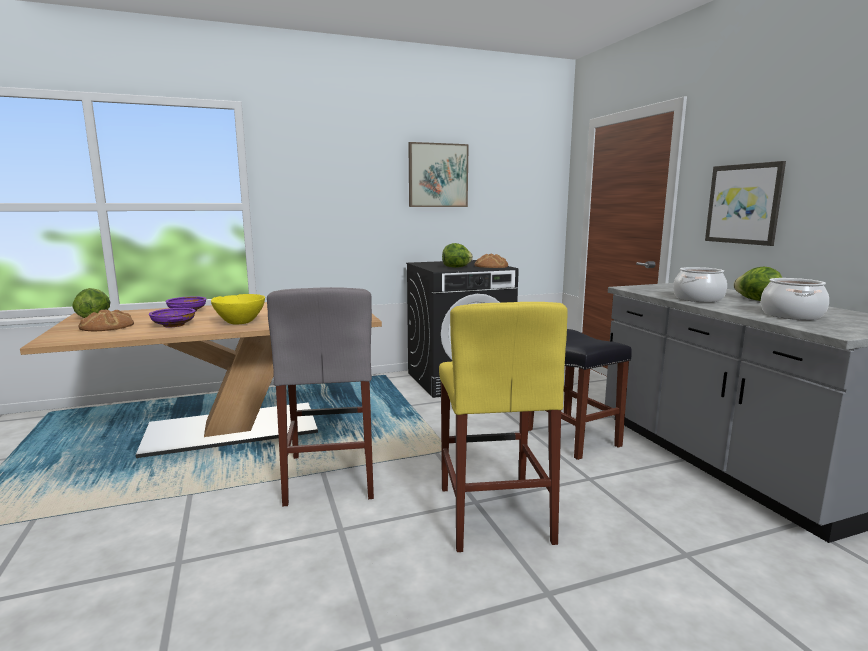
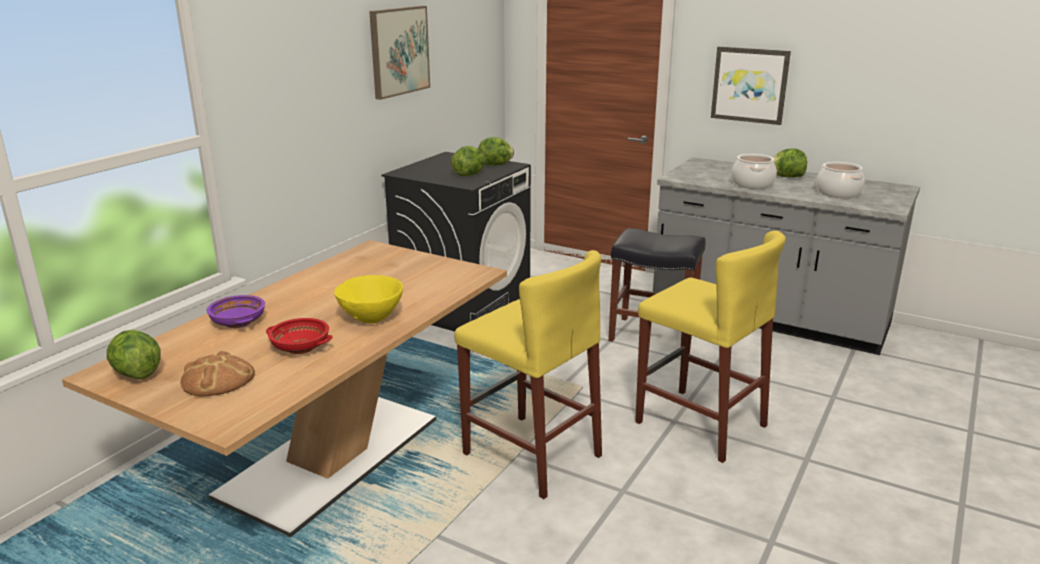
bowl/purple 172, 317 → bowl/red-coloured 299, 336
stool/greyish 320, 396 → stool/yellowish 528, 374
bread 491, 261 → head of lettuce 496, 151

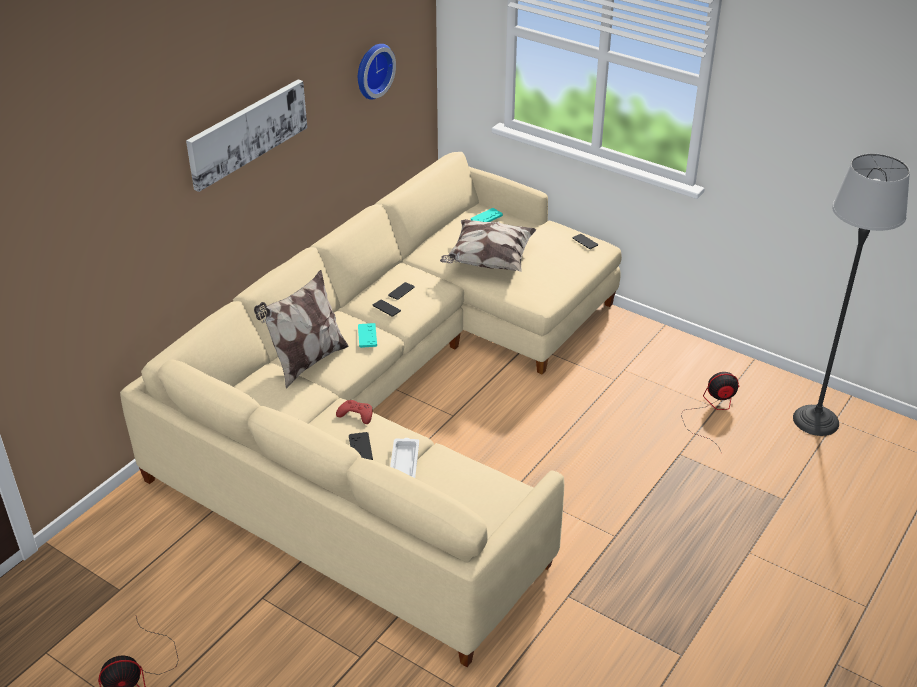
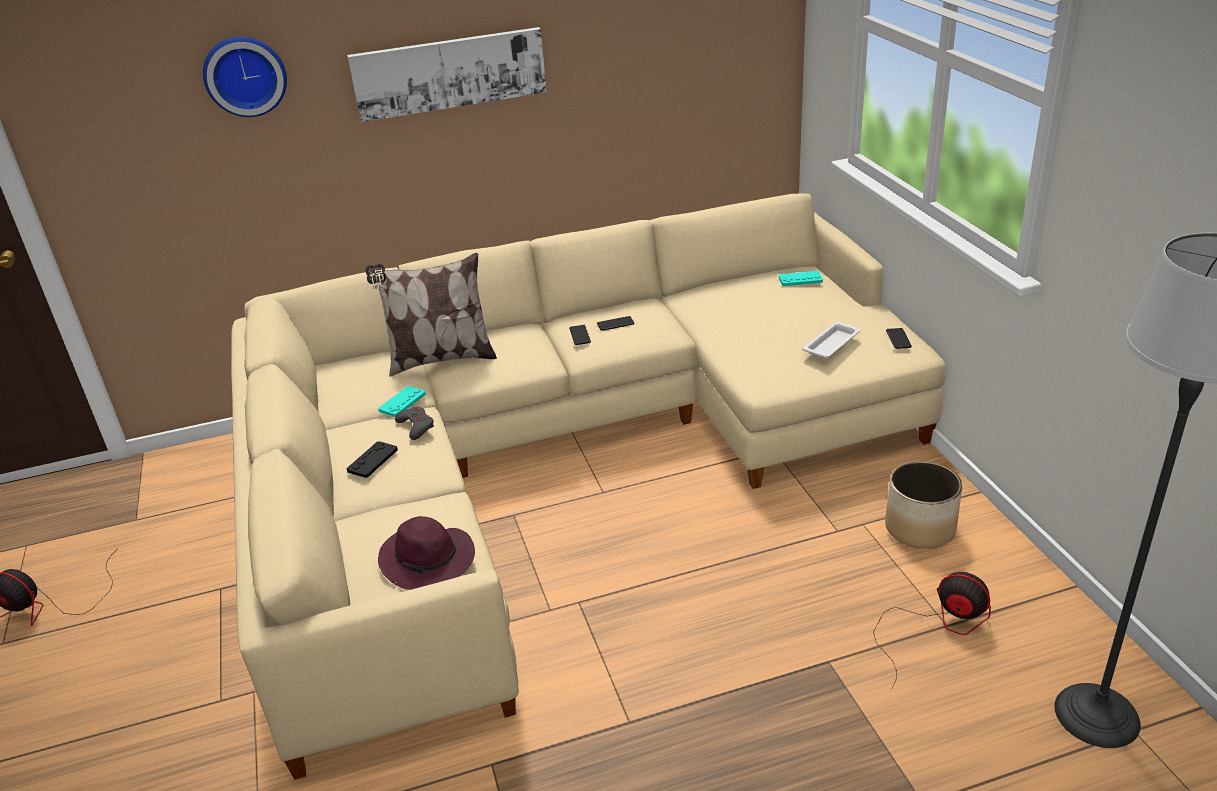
game controller/red-coloured 354, 412 → game controller/greyish 414, 423
wall clock 377, 72 → wall clock 245, 77, move
game controller/turquoise 367, 335 → game controller/turquoise 402, 401, move
carrying tray/white-coloured 404, 458 → carrying tray/white-coloured 831, 340, move
pillow 488, 245 → -
- → hat/purple 426, 553
- → plant pot 923, 505

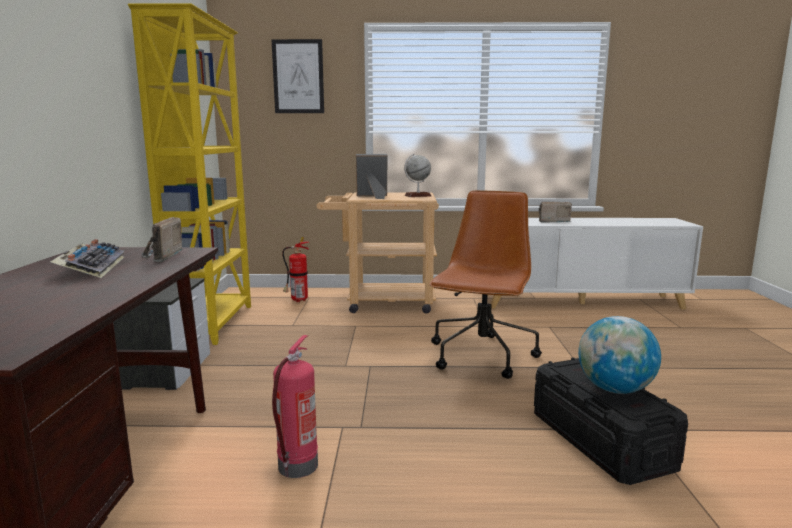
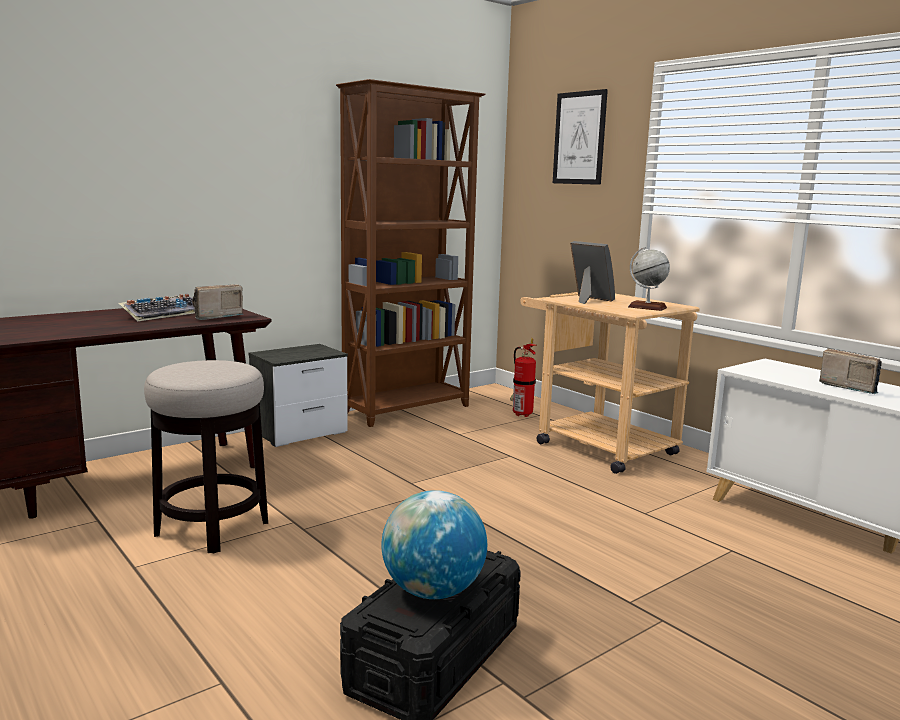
shelving unit/yellowish 189, 174 → shelving unit/brown-coloured 410, 253
fire-fighting cylinder 295, 406 → stool 206, 456
office chair/brown-coloured 485, 284 → -

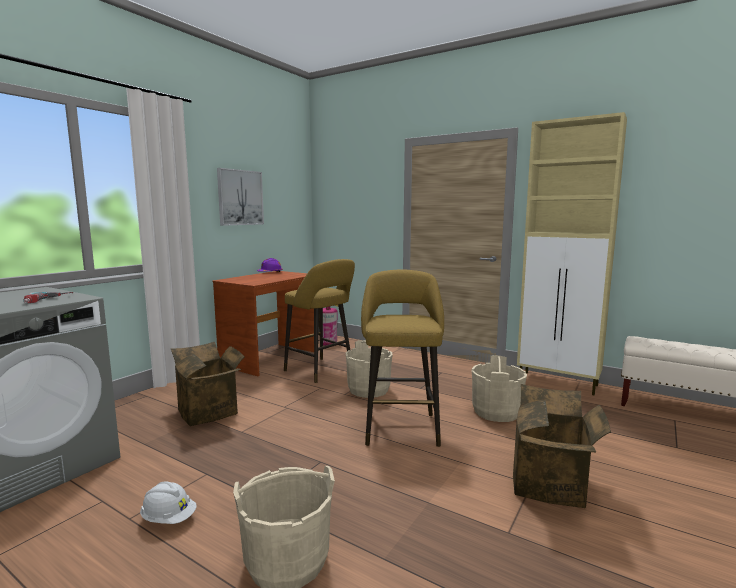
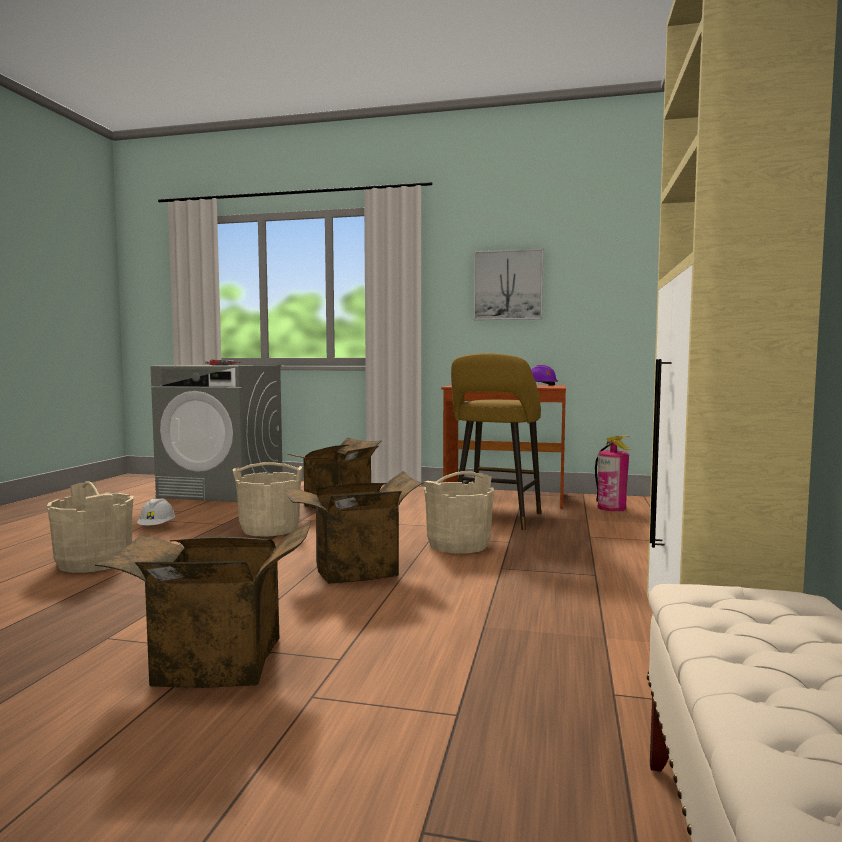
stool/yellowish 402, 358 → cardboard box 354, 527
pail/beige 499, 388 → pail/beige 268, 499, move

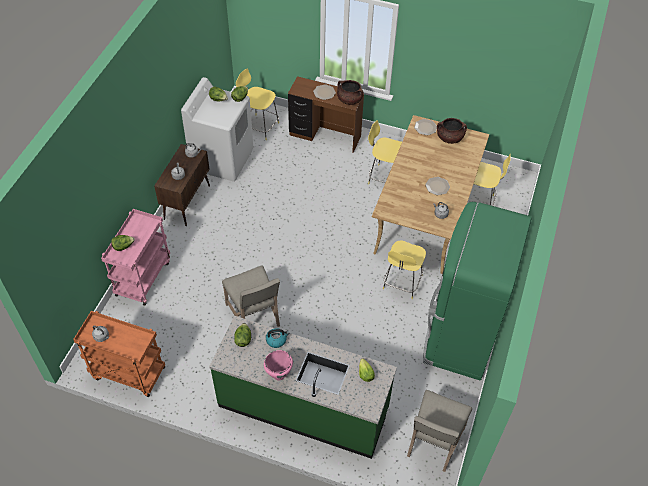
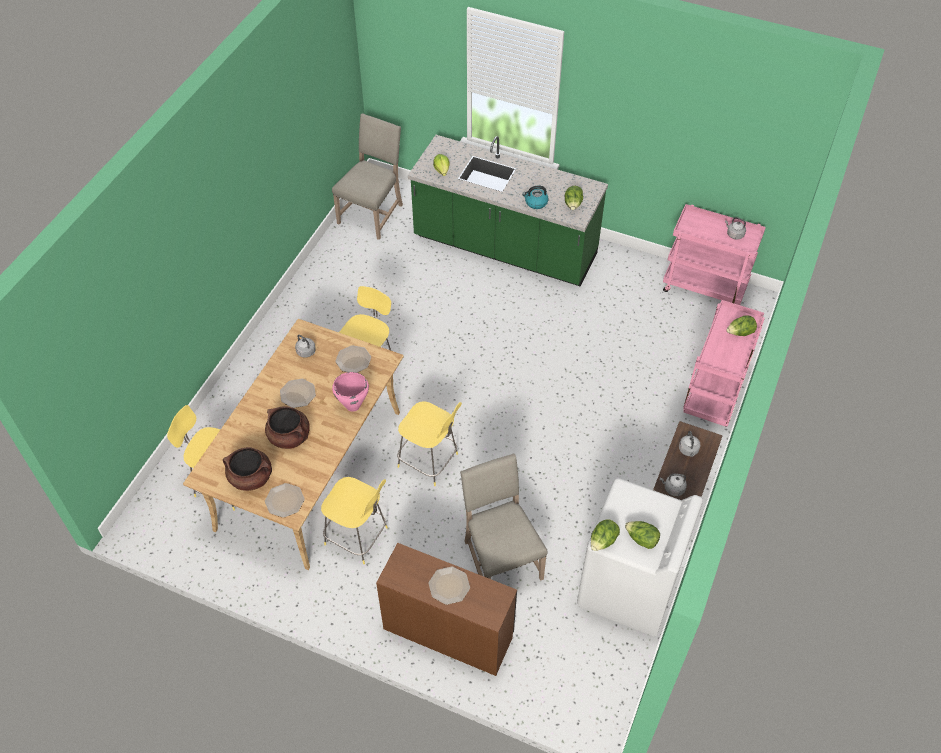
trolley/orange-coloured 119, 354 → trolley/pink 714, 254
chair/beige 251, 296 → chair/beige 504, 517, move
stool/yellowish 257, 104 → stool/yellowish 429, 443, move
cooking pot/pink 278, 365 → cooking pot/pink 350, 392, move
cooking pot/brown-coloured 350, 92 → cooking pot/brown-coloured 287, 427, move
refrigerator/green 477, 291 → -
- → flat dish 353, 359

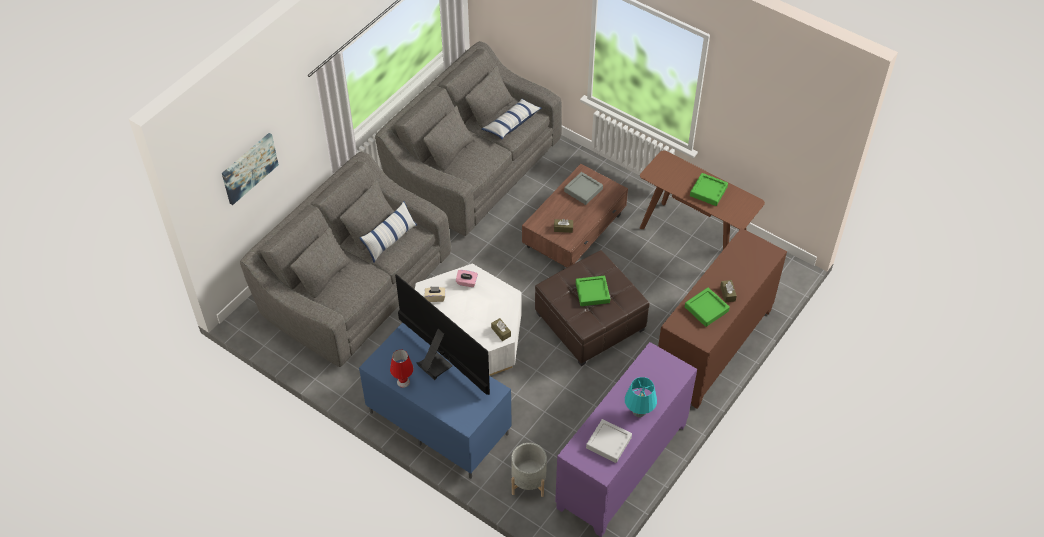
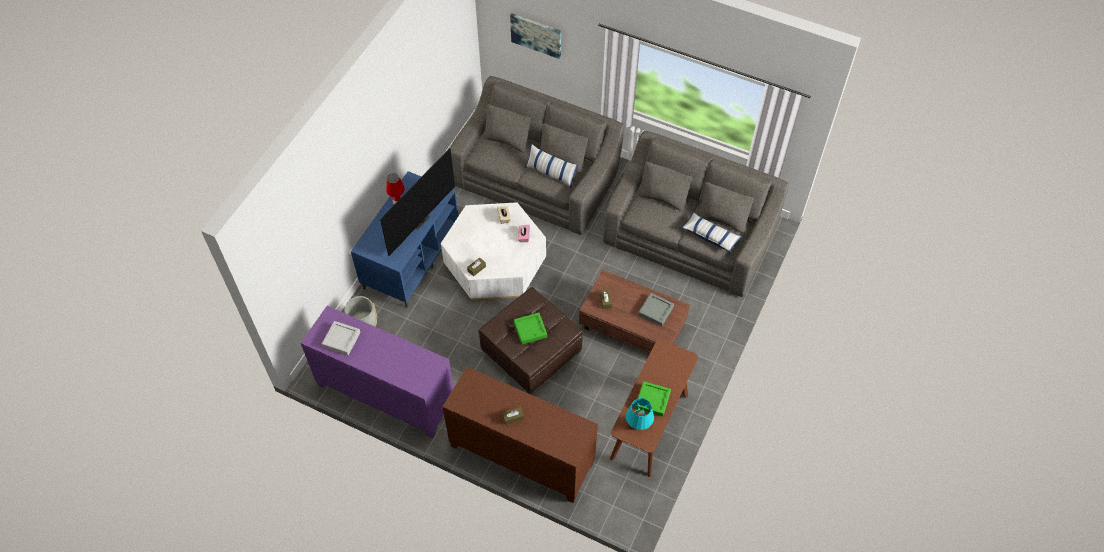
lamp for a table/turquoise 641, 397 → lamp for a table/turquoise 640, 414, move
carrying tray/green 707, 307 → -

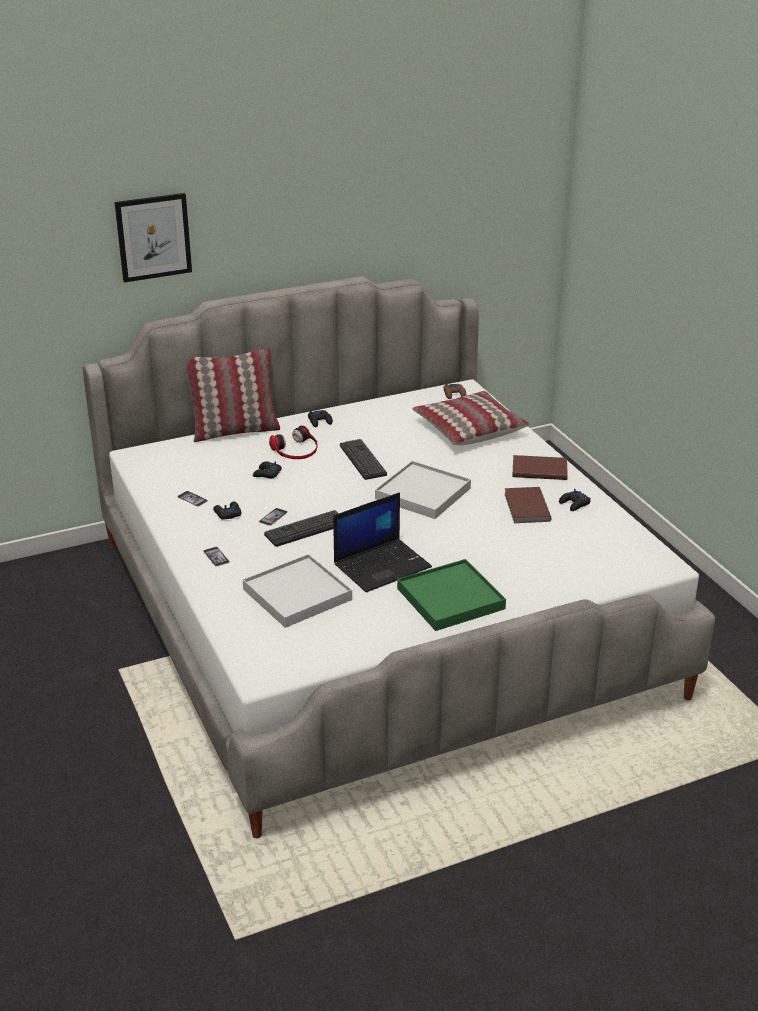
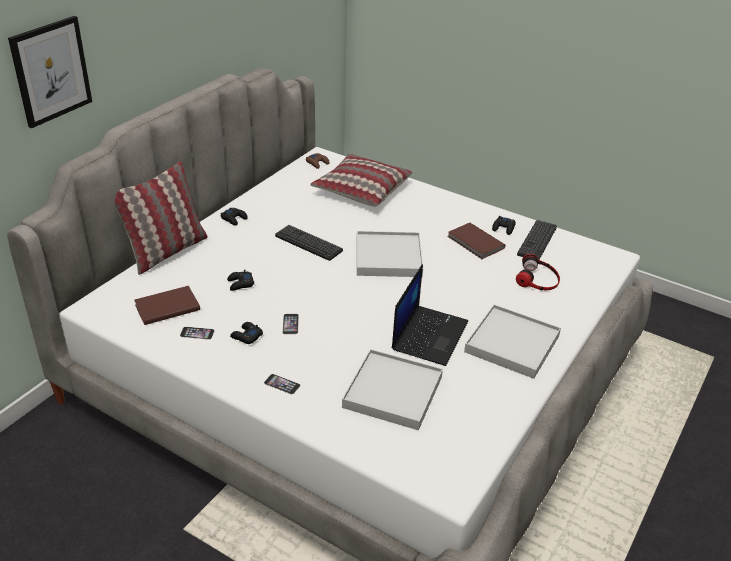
computer keyboard 301, 528 → computer keyboard 537, 240, move
headphones 293, 442 → headphones 538, 272, move
carrying tray/green 451, 595 → carrying tray/white-coloured 512, 342
bound book/brown-coloured 540, 467 → bound book/brown-coloured 167, 305, move

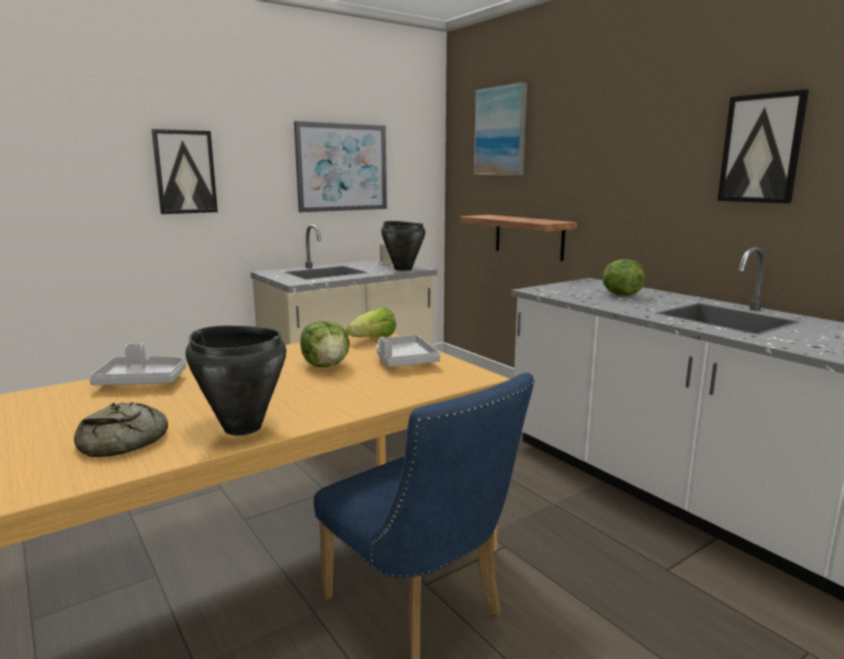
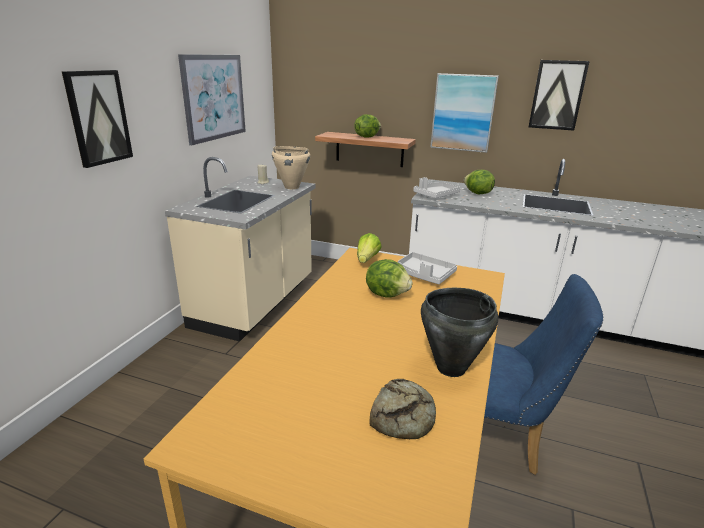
carrying tray/greyish 137, 364 → carrying tray/greyish 437, 187, move
cooking pot/black-coloured 403, 246 → cooking pot/beige 291, 167
wall picture 500, 128 → wall picture 464, 113, move
- → head of lettuce 367, 125

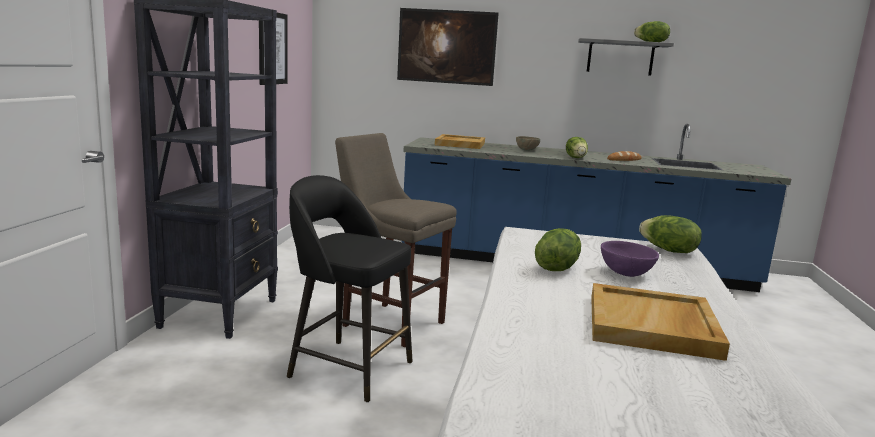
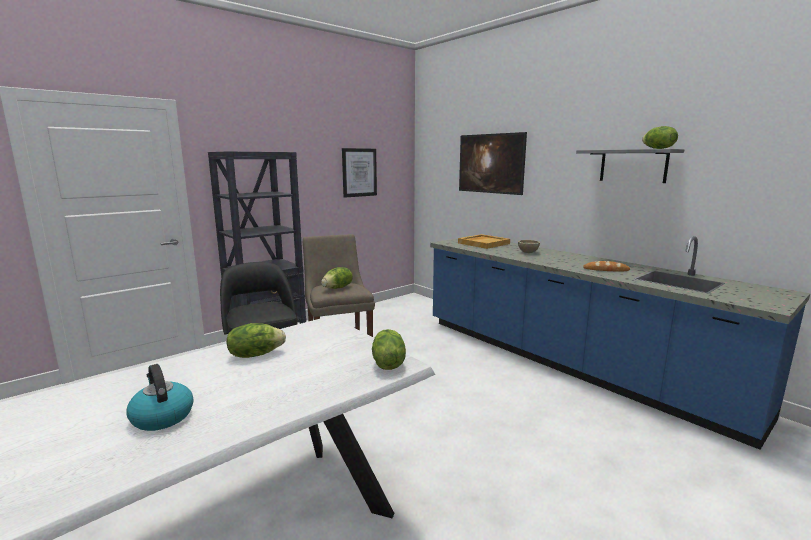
head of lettuce 577, 147 → head of lettuce 337, 278, move
carrying tray/beige 660, 322 → kettle 160, 397
bowl/purple 630, 259 → -

